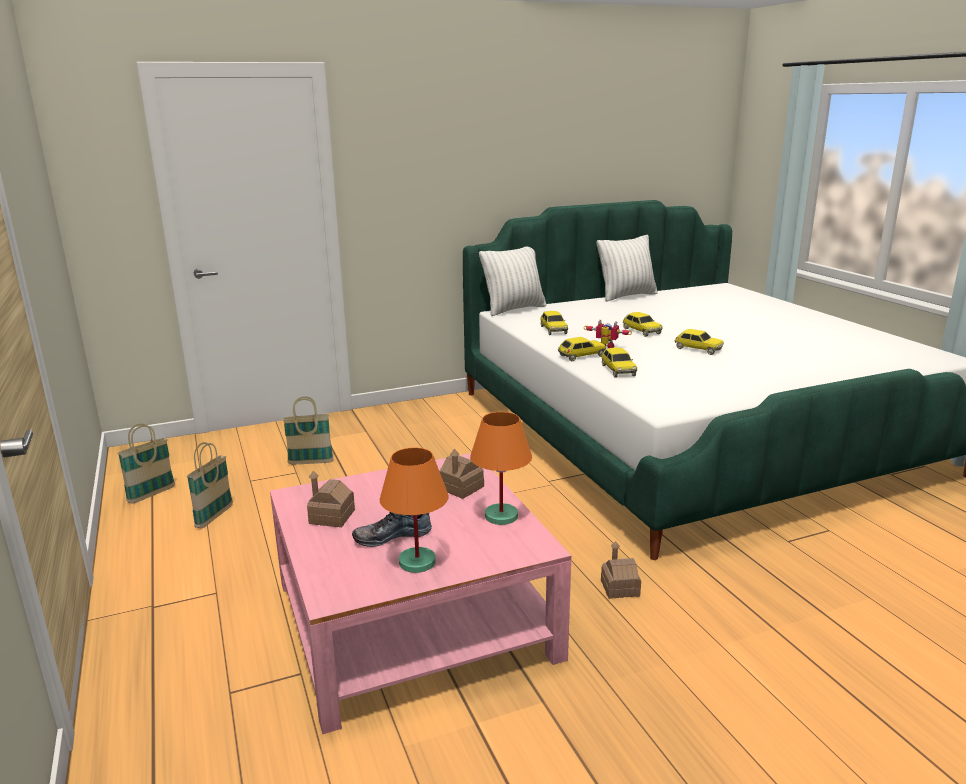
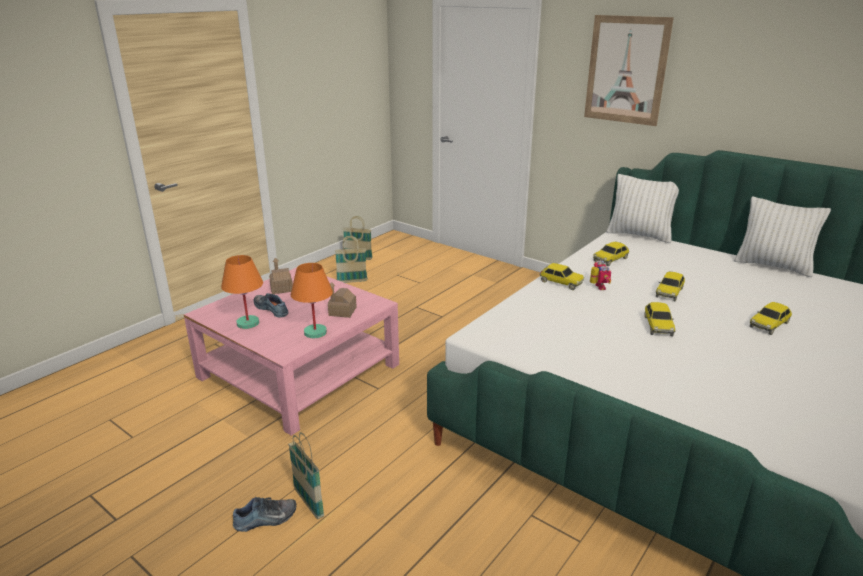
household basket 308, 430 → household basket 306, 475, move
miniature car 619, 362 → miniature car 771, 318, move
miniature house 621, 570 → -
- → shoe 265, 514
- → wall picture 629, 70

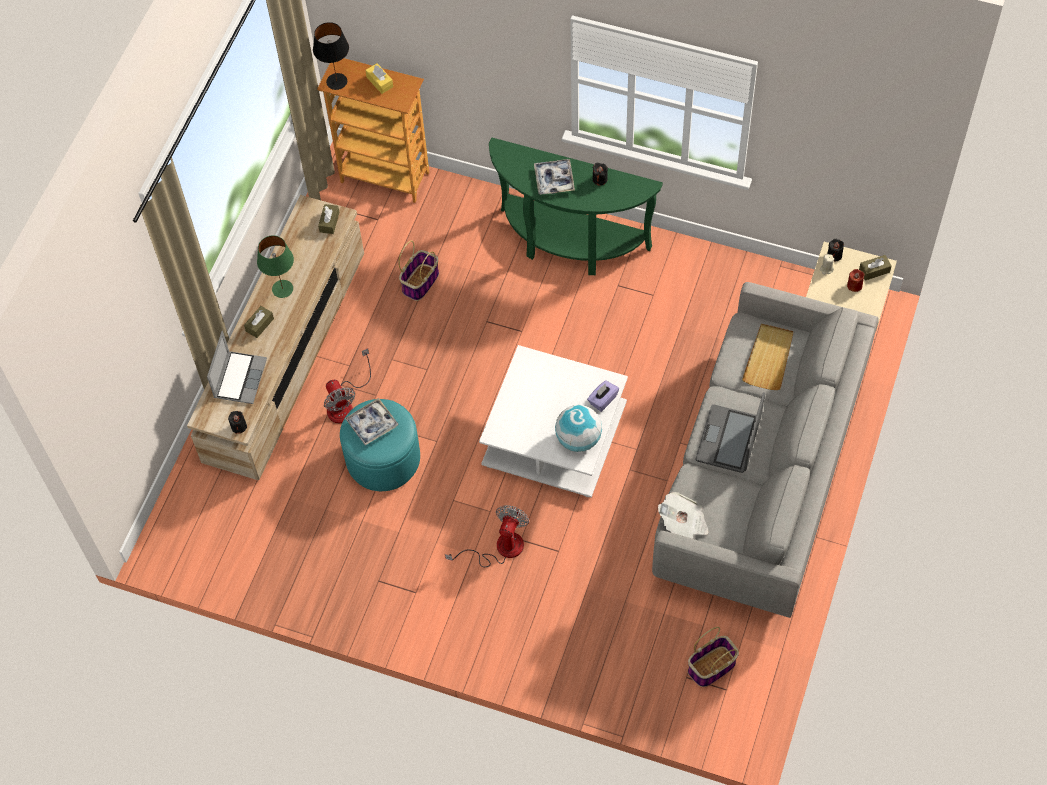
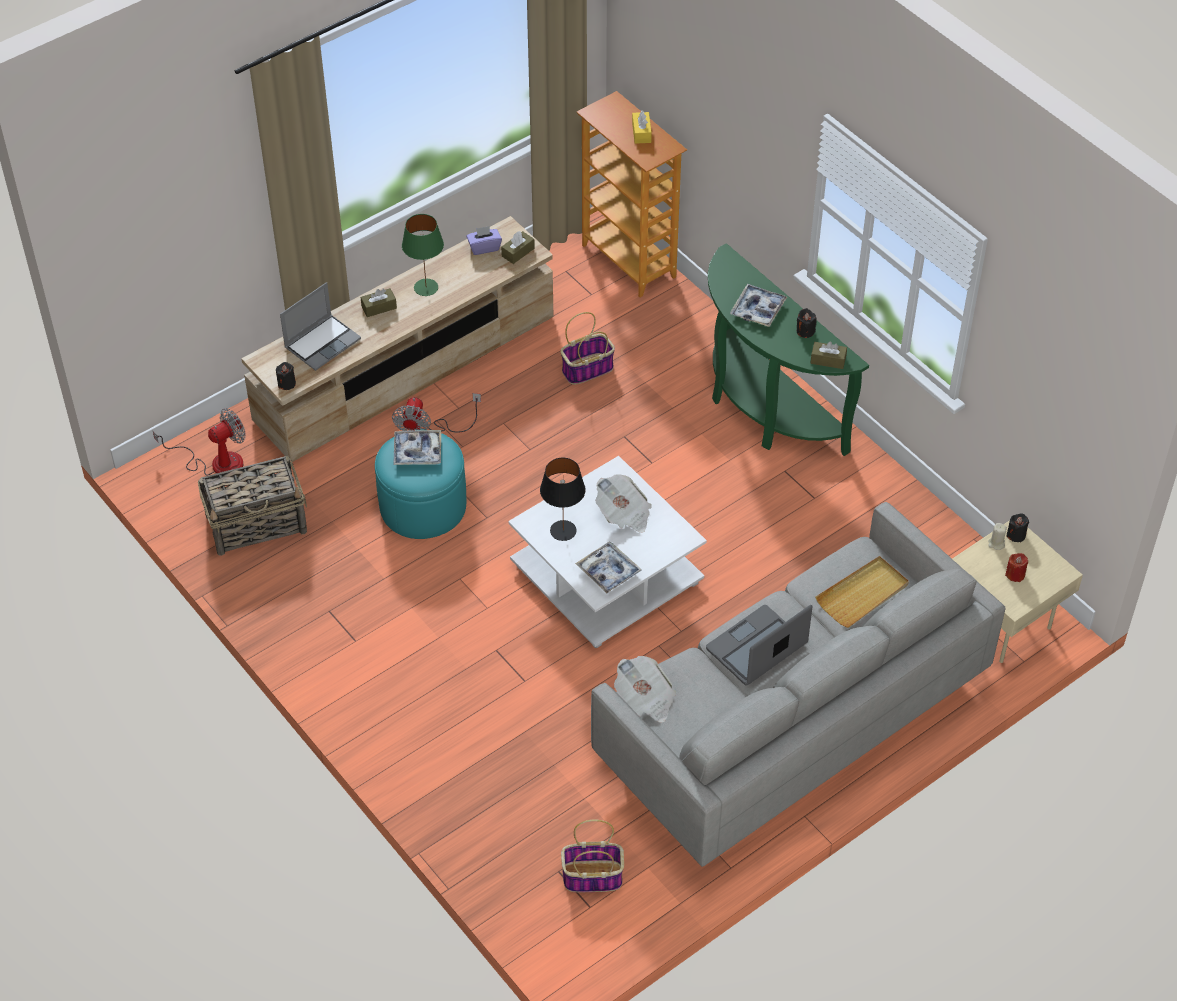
lamp for a table/black-coloured 331, 56 → lamp for a table/black-coloured 563, 499, move
cooling fan 487, 536 → cooling fan 199, 442, move
world globe 578, 428 → carrying tray 608, 568
box of tissues/purple 603, 396 → box of tissues/purple 484, 240, move
box of tissues/brown-coloured 875, 268 → box of tissues/brown-coloured 829, 355, move
- → household basket 252, 506
- → daily paper 623, 503

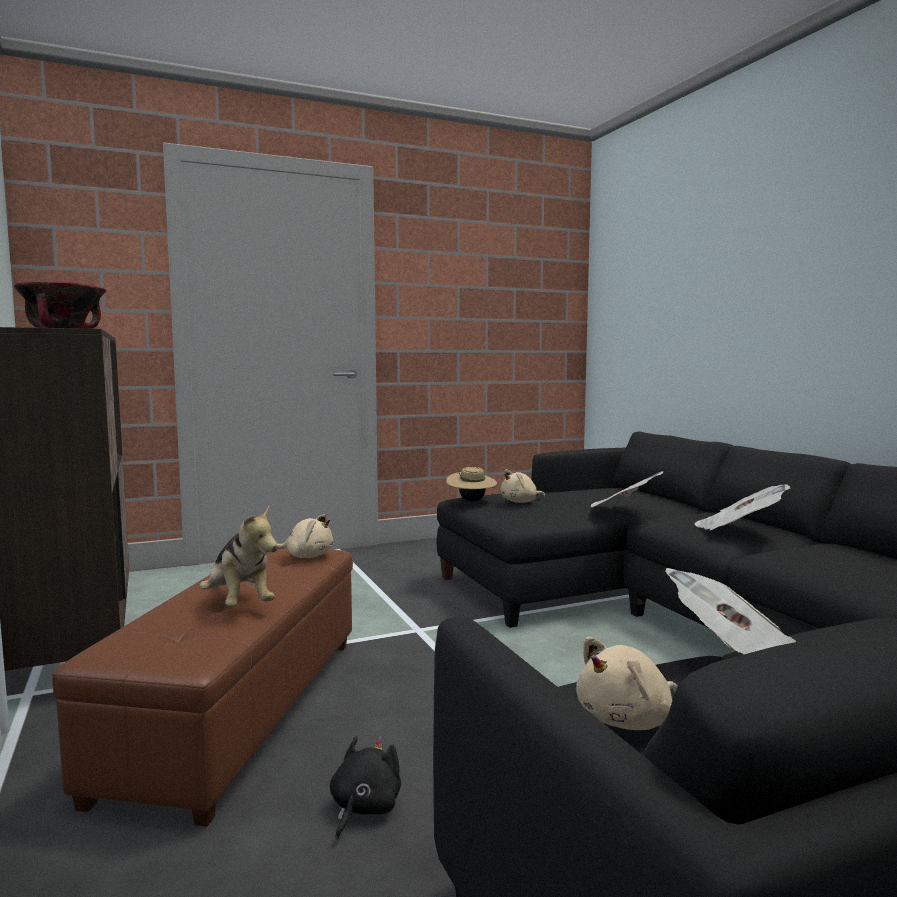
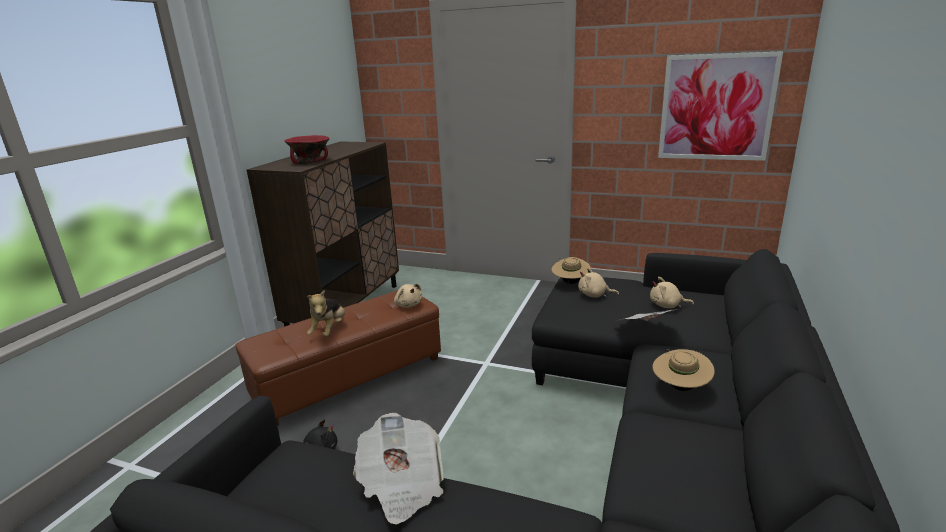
plush toy/beige 627, 683 → plush toy/beige 672, 292, move
daily paper 742, 507 → hat/beige 683, 370
- → wall picture 720, 106

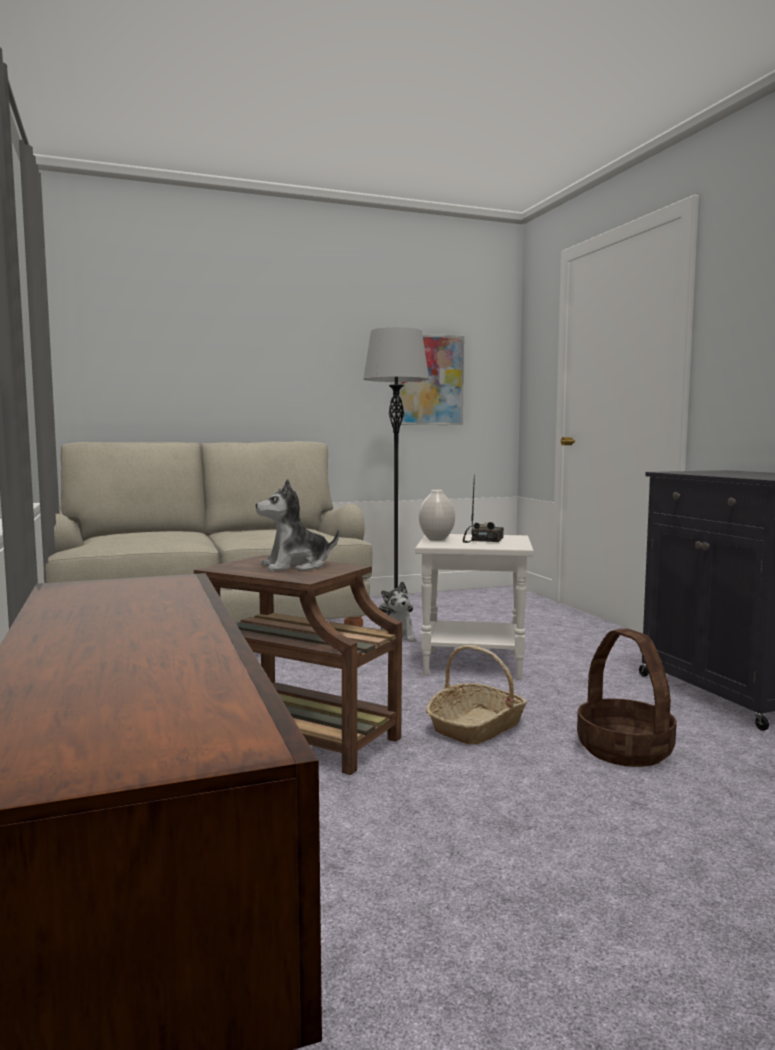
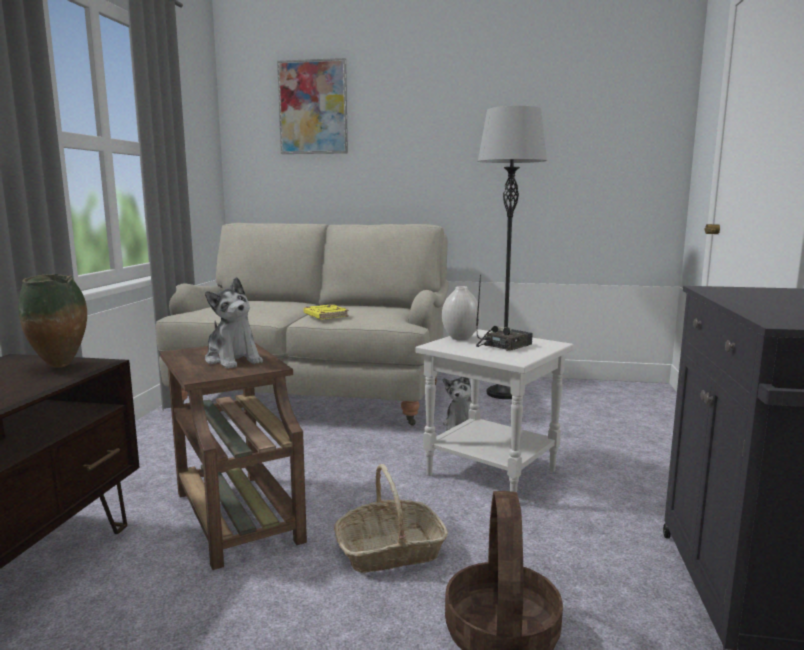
plush toy 297, 525 → plush toy 234, 323, 135 degrees counterclockwise
wall picture 431, 379 → wall picture 312, 106, move
- → flower vase 52, 321
- → bound book/yellowish 326, 312

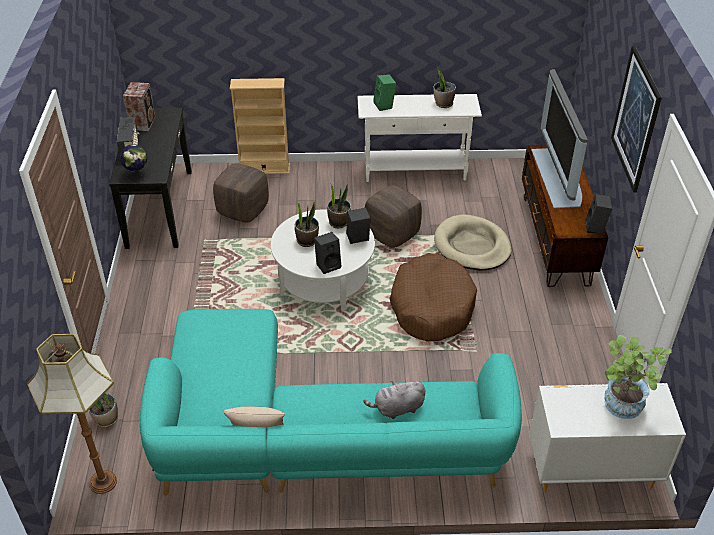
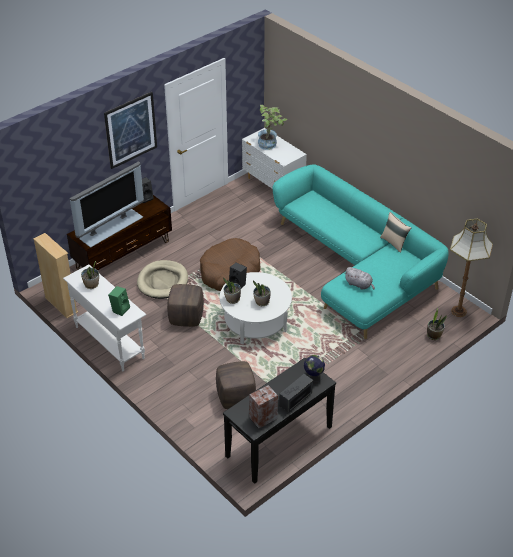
shelving unit/beige 260, 126 → shelving unit/beige 56, 275, move
audio speaker/black-coloured 327, 253 → -
plush toy/greyish 394, 400 → plush toy/greyish 359, 278, move

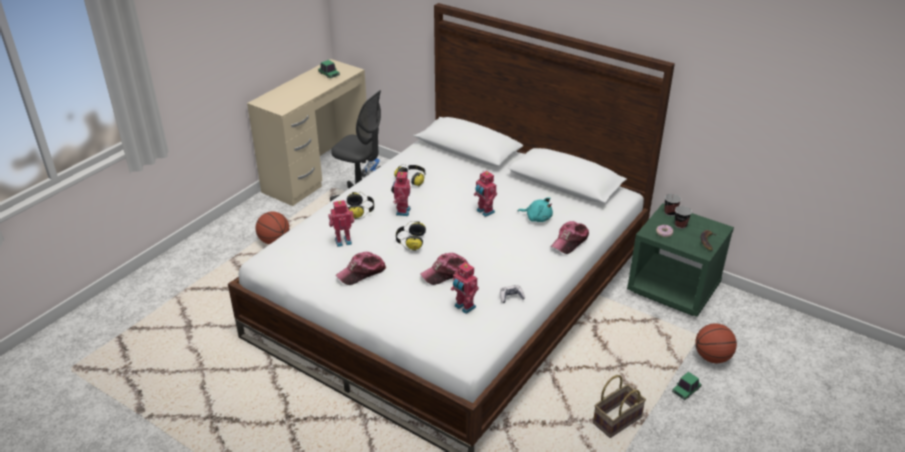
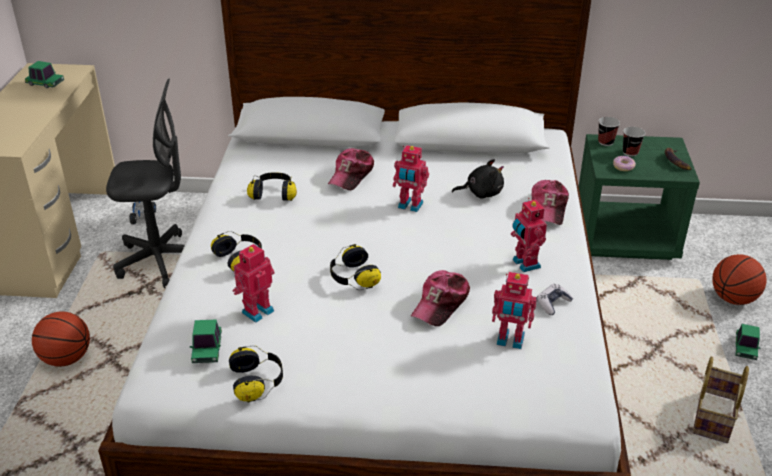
baseball cap 361, 268 → baseball cap 351, 169, move
model robot 401, 193 → model robot 529, 235, move
plush toy/turquoise 535, 209 → plush toy/black-coloured 478, 179
- → miniature car 206, 341
- → headphones 256, 374

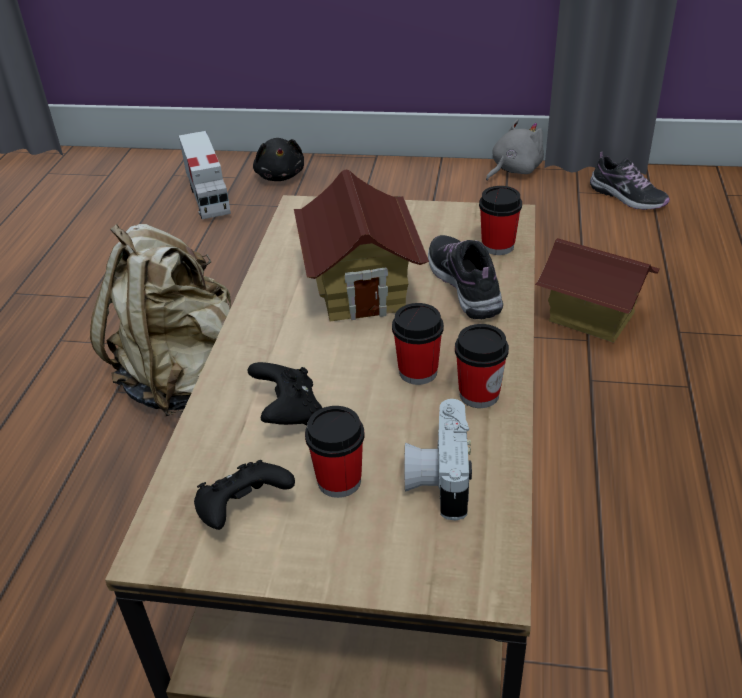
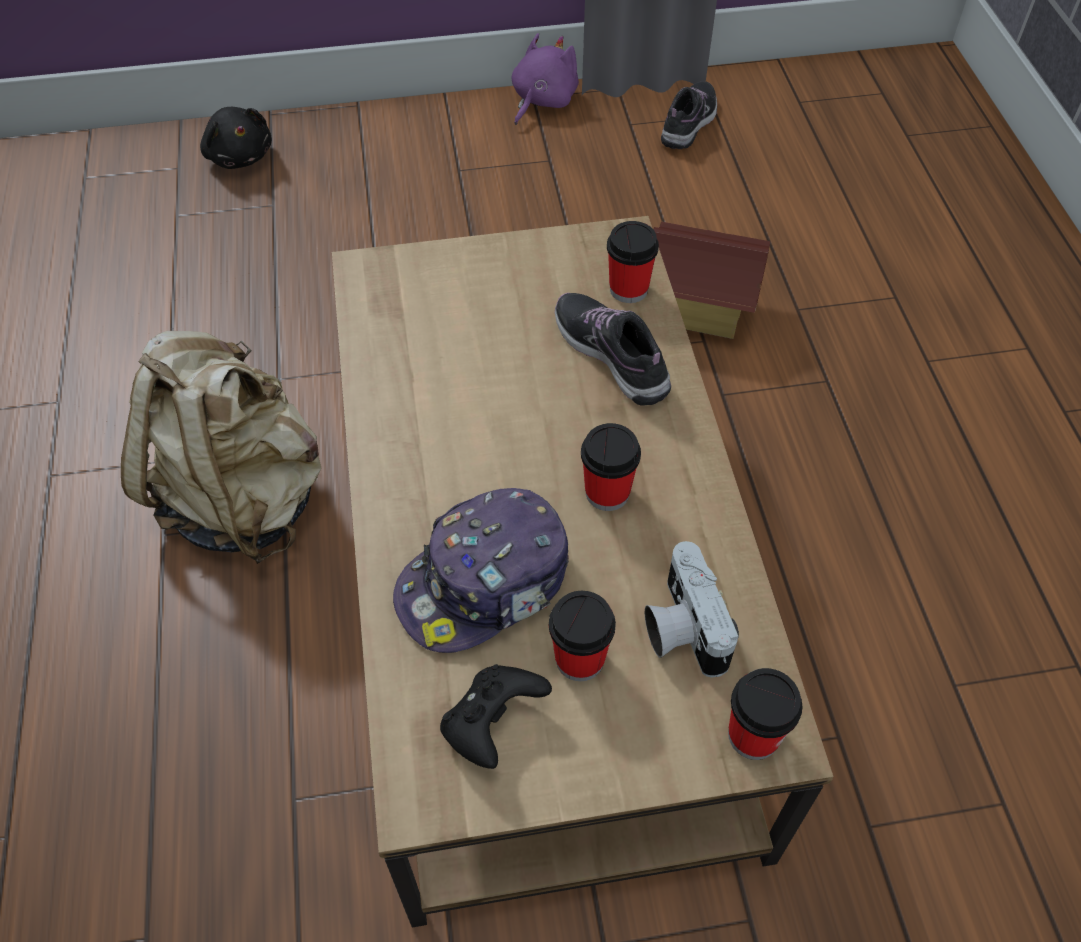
toy lorry 205, 175 → -
game controller/black-coloured 285, 393 → baseball cap 481, 570
miniature house 361, 245 → -
small cup 482, 366 → small cup 765, 714, move
plush toy/greyish 515, 150 → plush toy/purple 545, 79
shoe 630, 181 → shoe 689, 115, 90 degrees counterclockwise

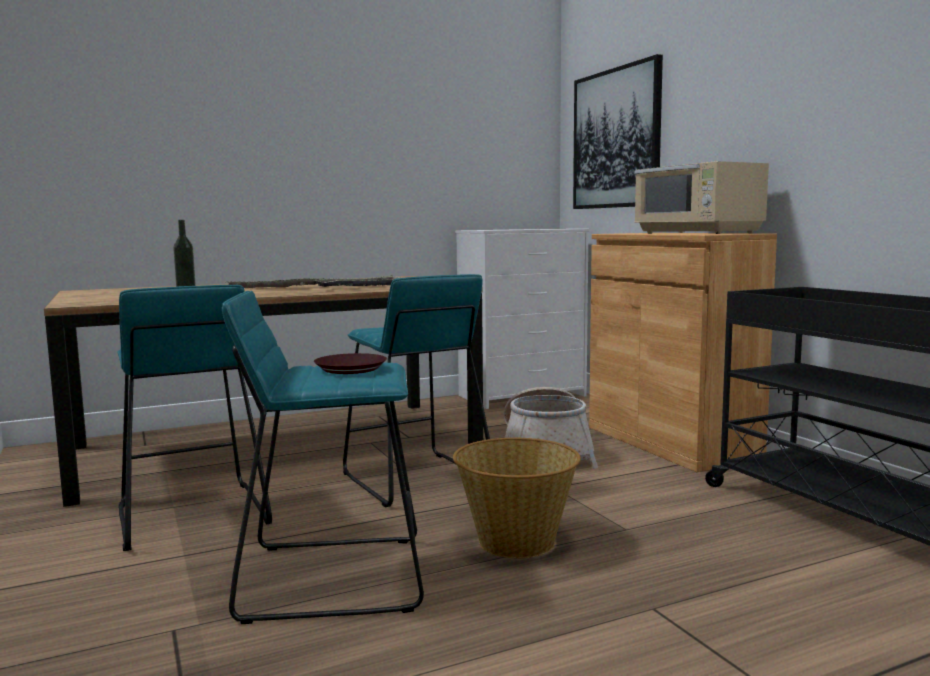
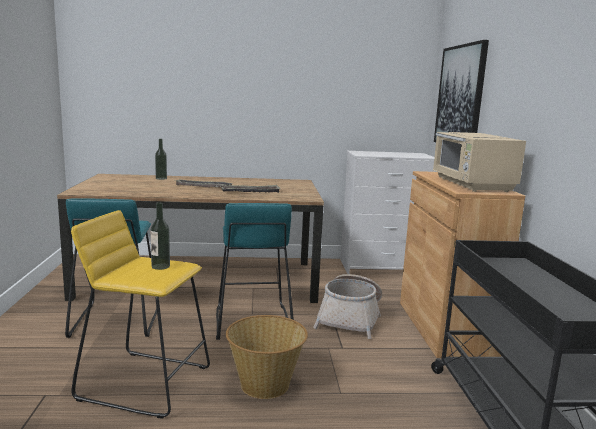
stool/turquoise 323, 457 → stool/yellowish 140, 314
flat dish/brown-coloured 350, 363 → beverage bottle 160, 236

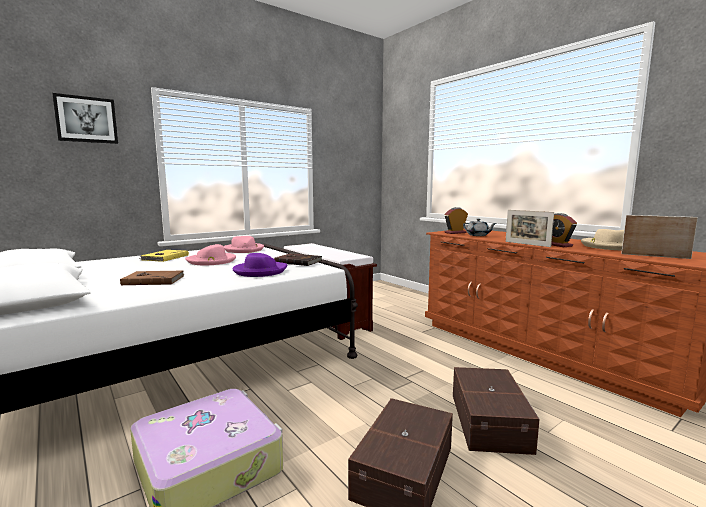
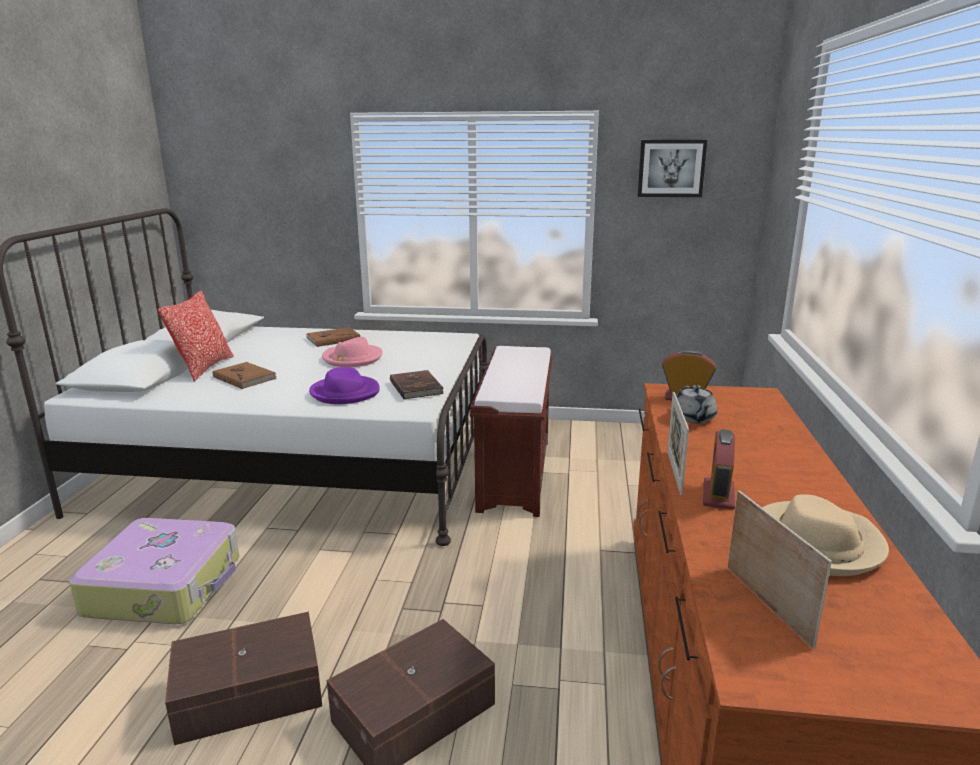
wall picture 85, 118 → wall picture 672, 168, move
bound book/yellowish 164, 256 → bound book/brown-coloured 333, 337
hat/pink 243, 244 → -
- → pillow 196, 335

